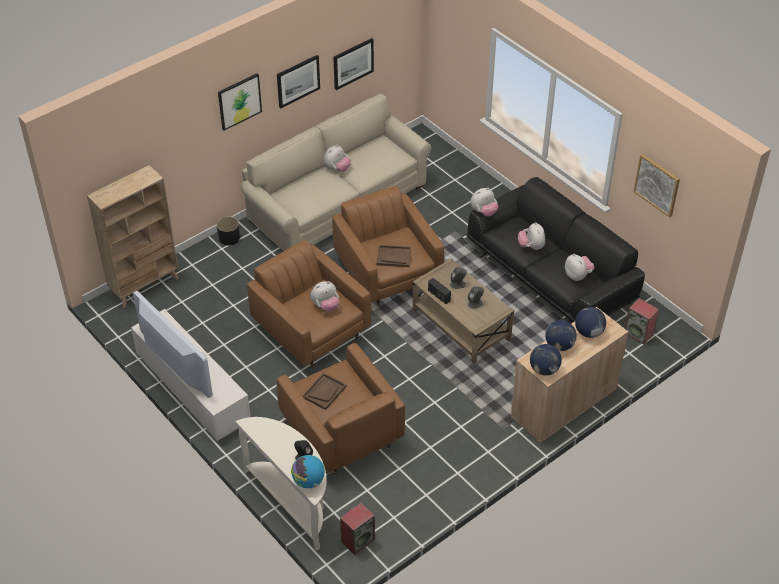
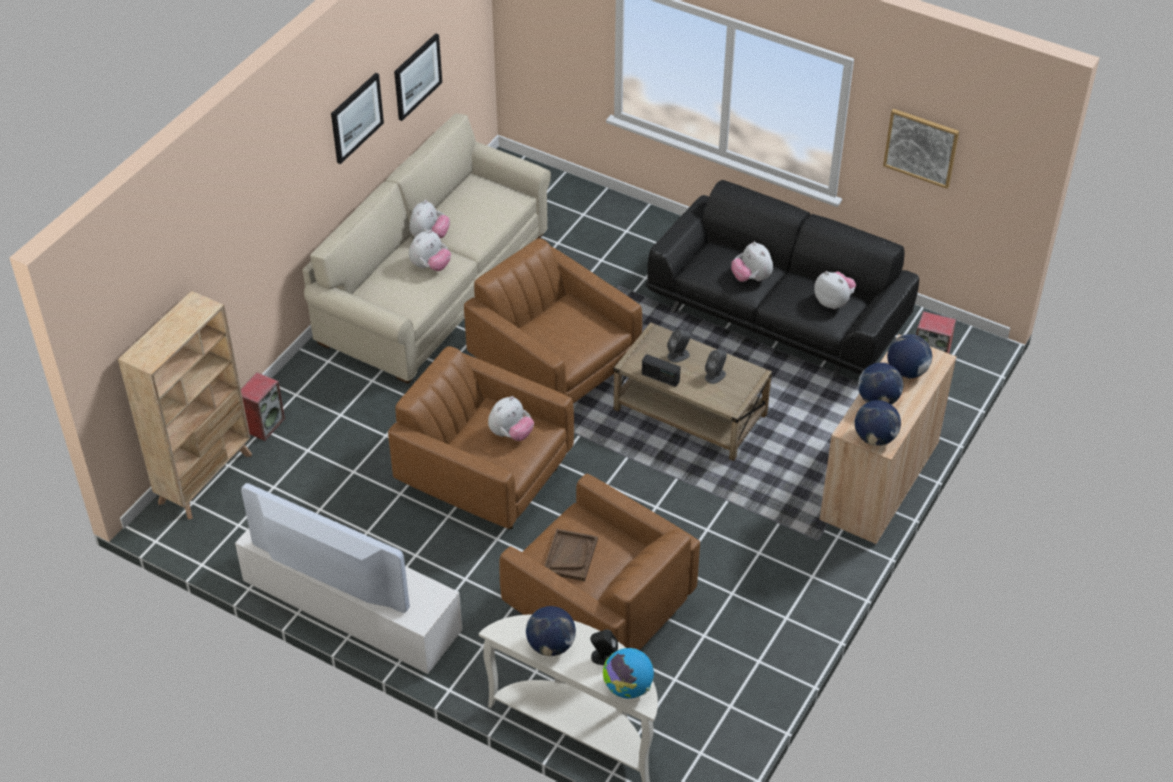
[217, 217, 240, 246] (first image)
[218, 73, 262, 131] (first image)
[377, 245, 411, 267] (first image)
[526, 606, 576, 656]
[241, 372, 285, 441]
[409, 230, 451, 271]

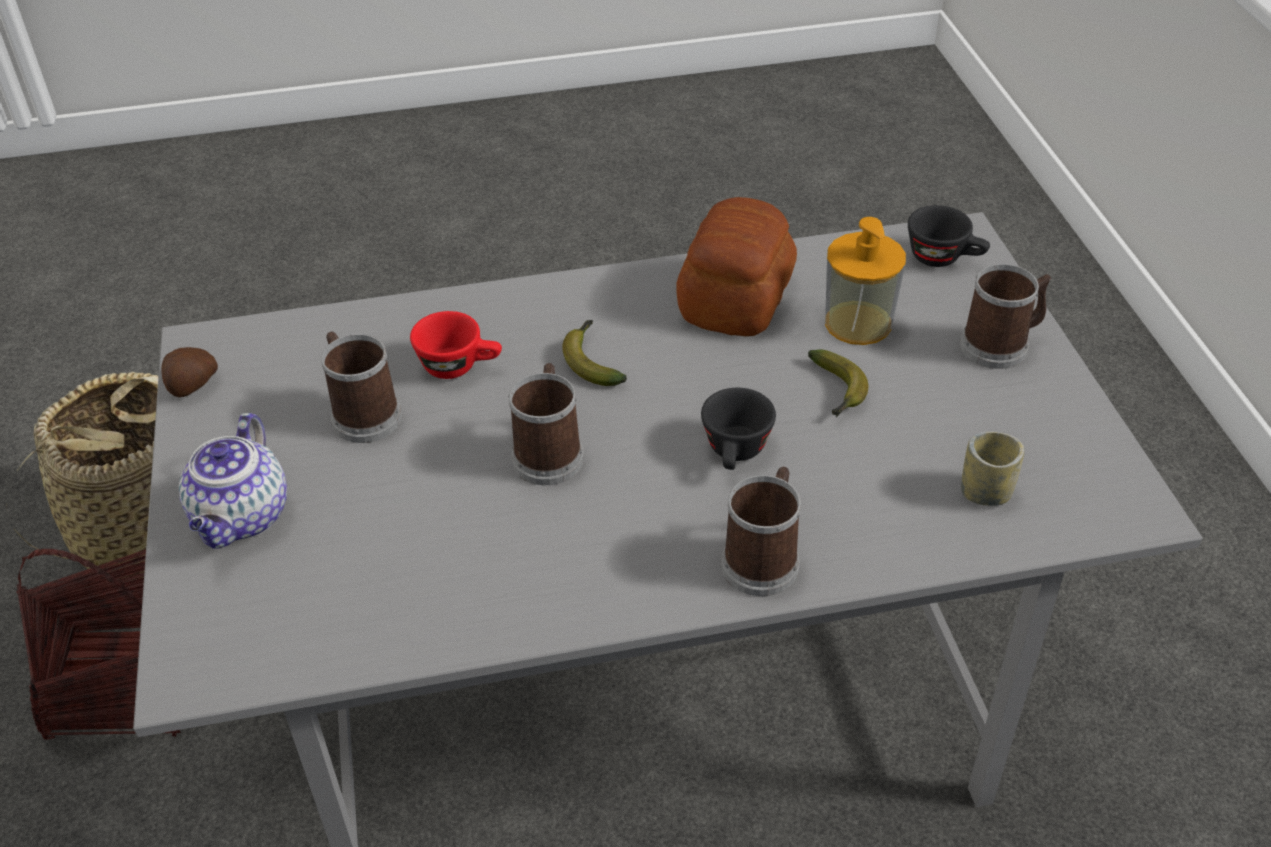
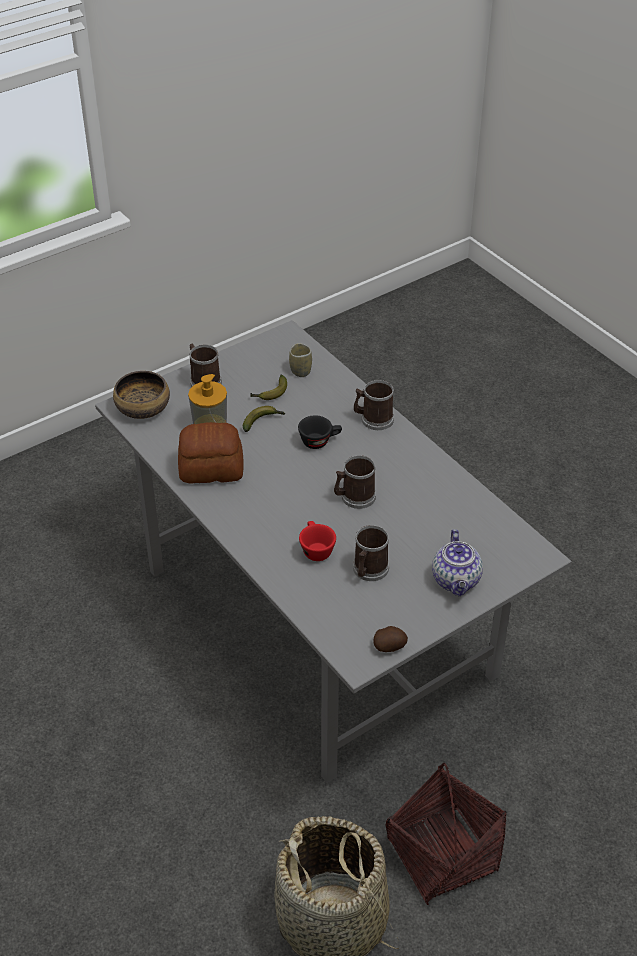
[250, 375, 287, 400]
[113, 371, 170, 419]
[432, 529, 483, 596]

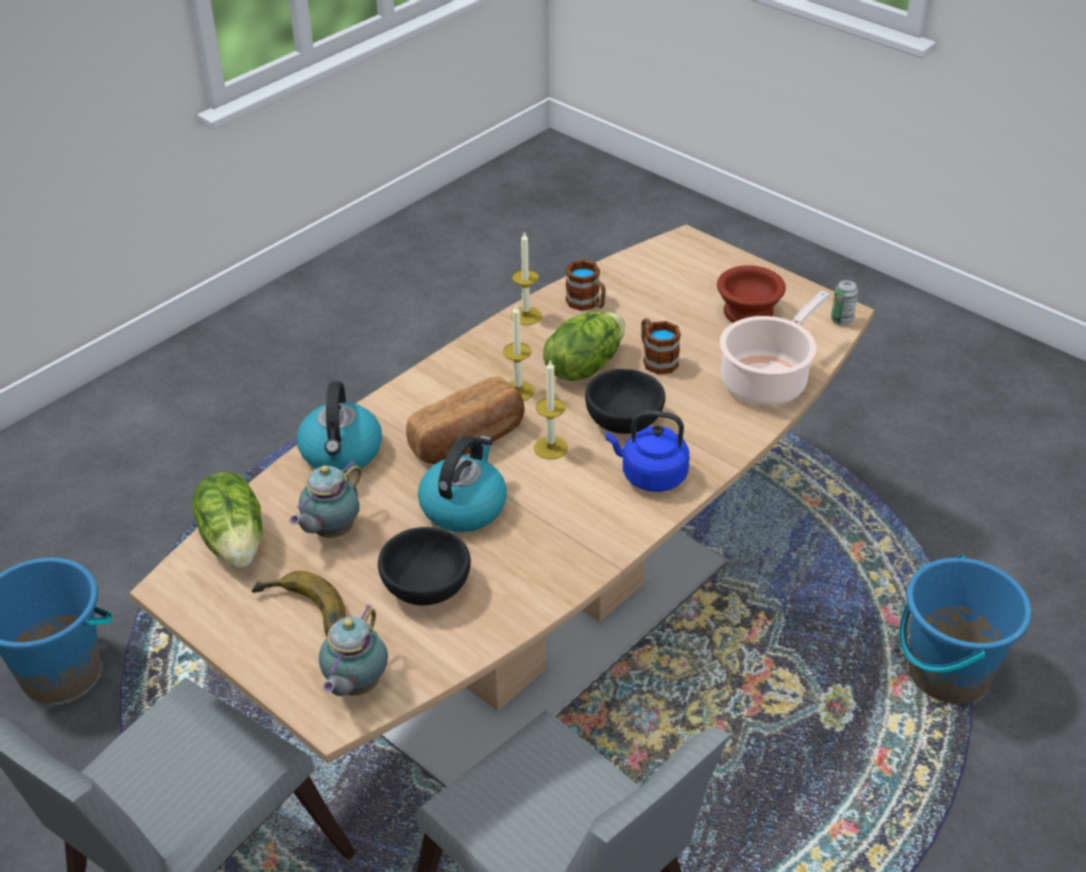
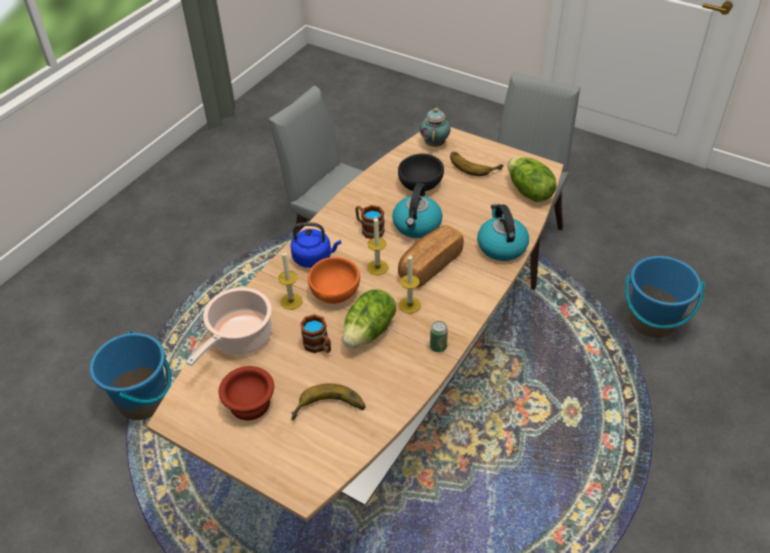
[289, 460, 362, 538] (first image)
[291, 383, 366, 421]
[278, 249, 302, 310]
[355, 205, 385, 239]
[430, 321, 448, 352]
[308, 257, 360, 304]

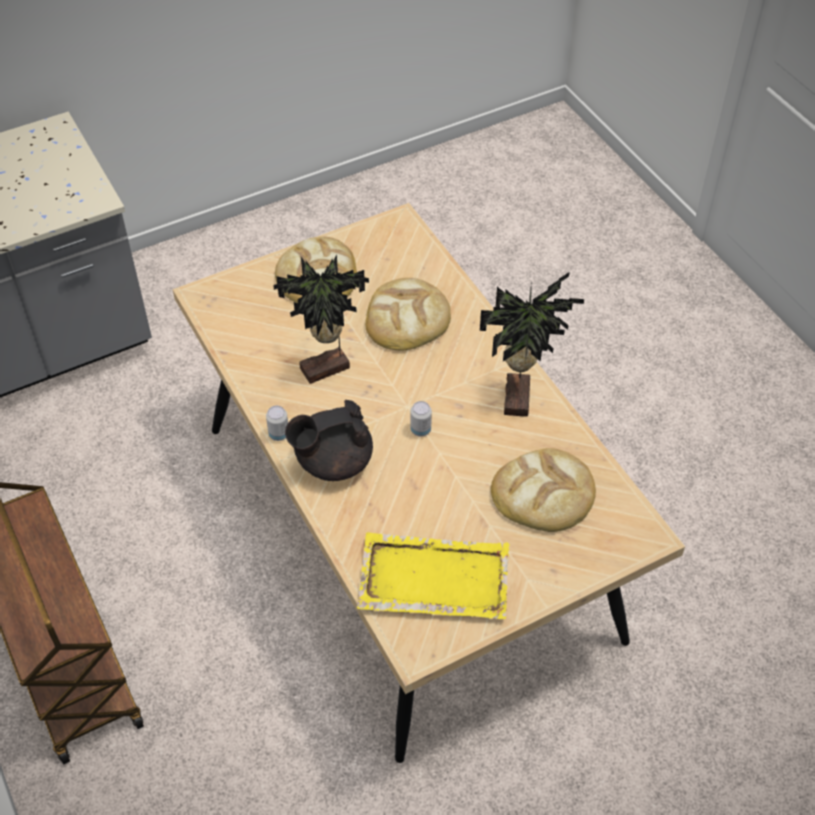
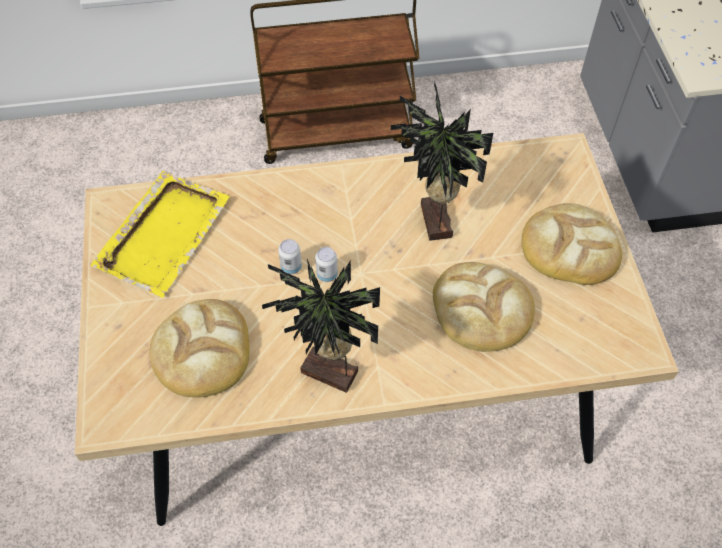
[285, 400, 373, 481] (first image)
[278, 239, 302, 275]

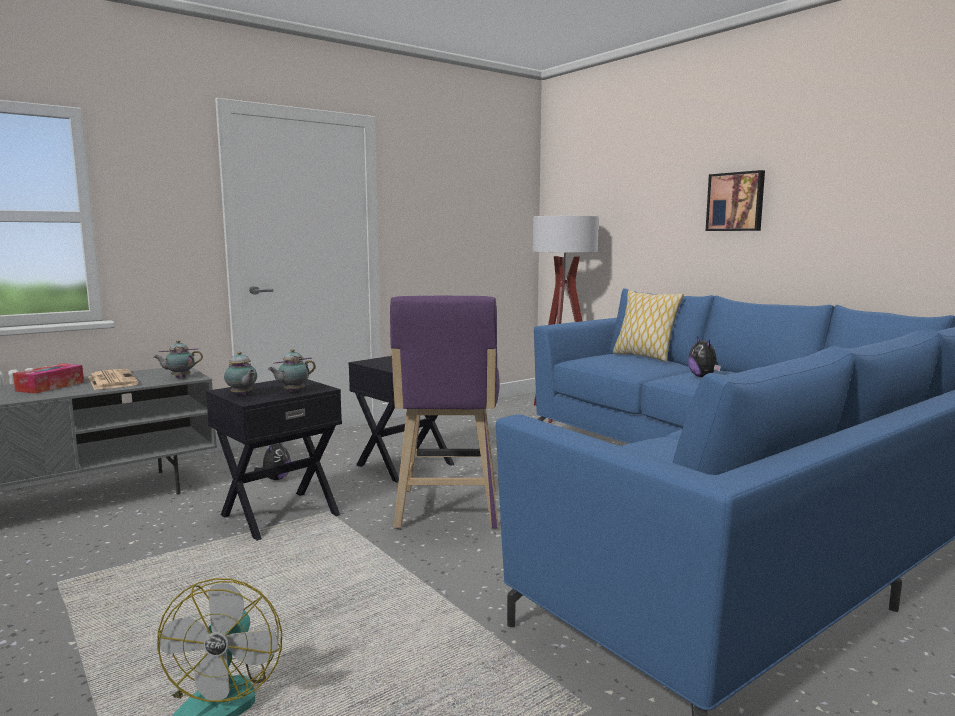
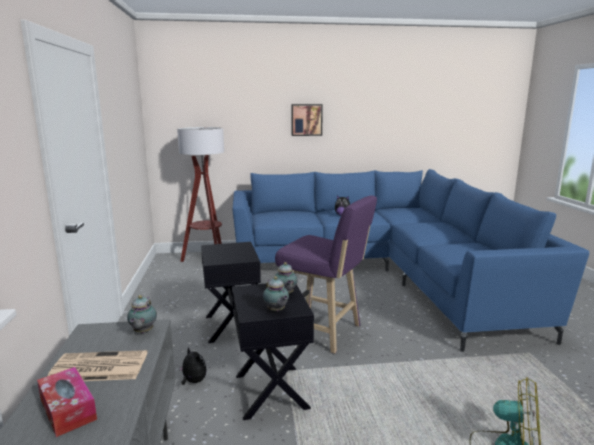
[613, 290, 684, 362] (first image)
[263, 276, 289, 312]

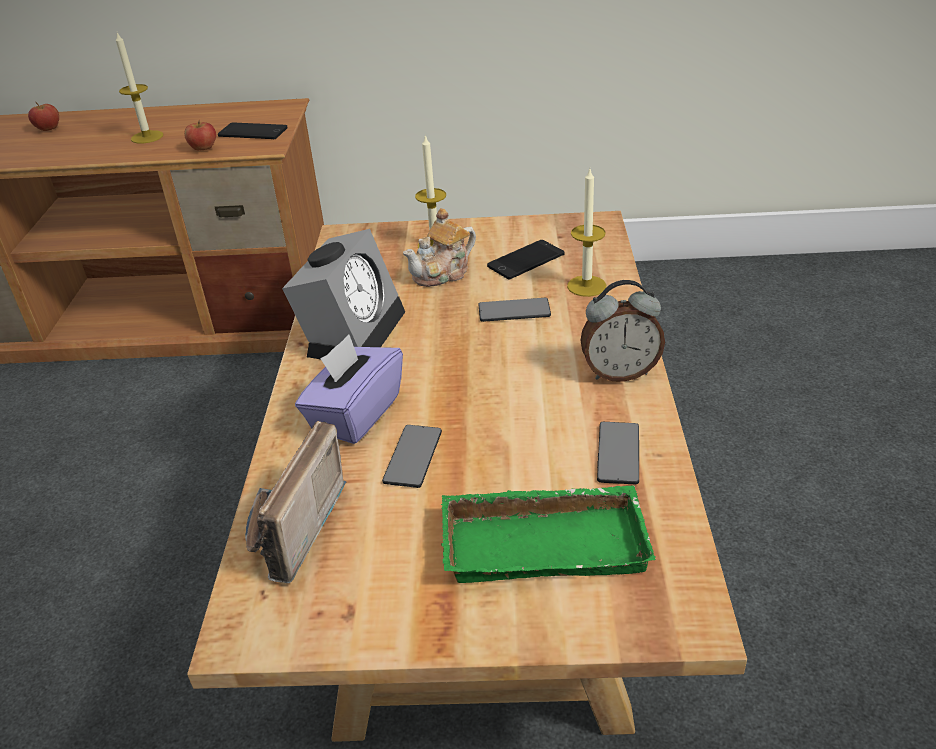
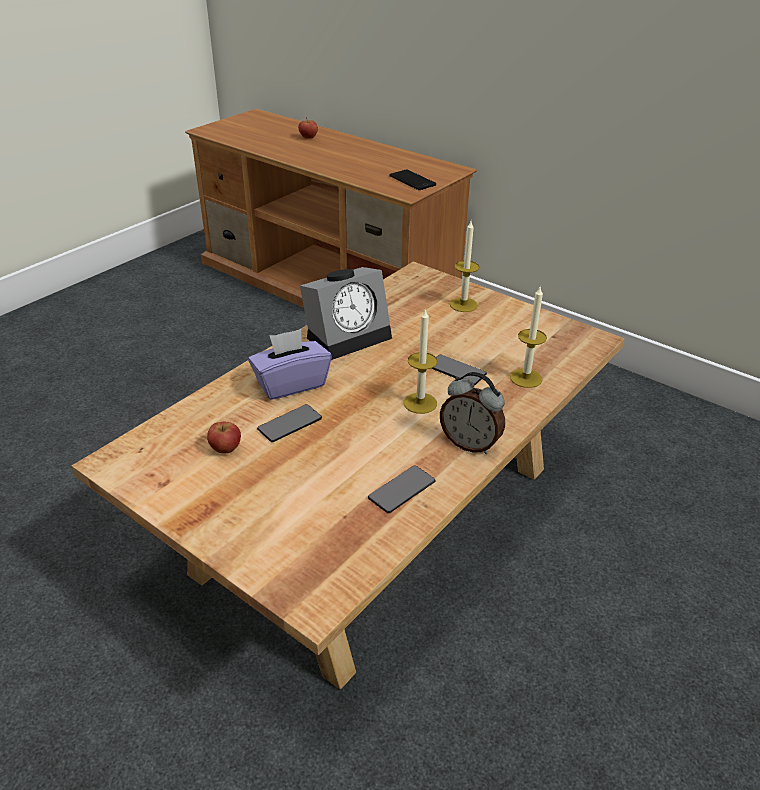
[245, 421, 346, 583] (first image)
[403, 208, 476, 287] (first image)
[441, 485, 656, 583] (first image)
[487, 240, 564, 280] (first image)
[404, 308, 437, 414]
[207, 421, 241, 454]

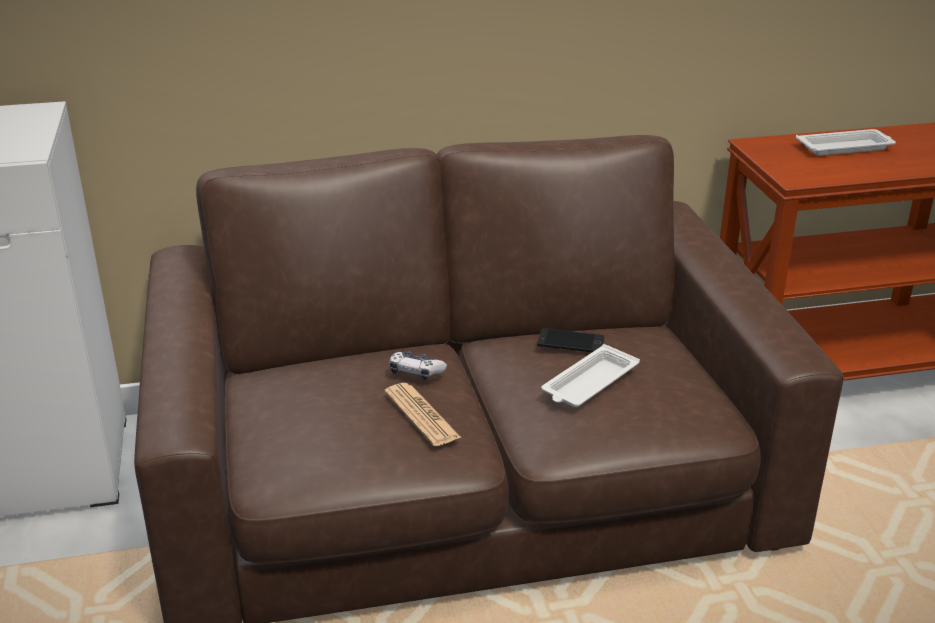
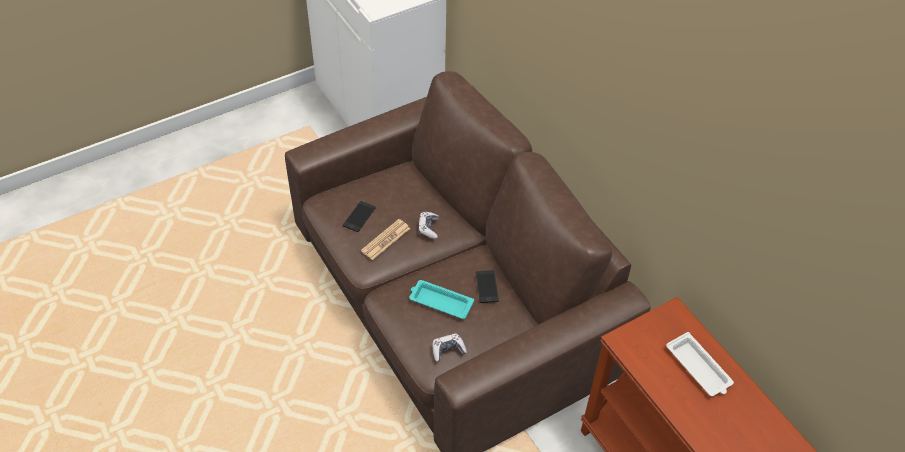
[343, 201, 376, 232]
[433, 333, 467, 362]
[409, 280, 474, 319]

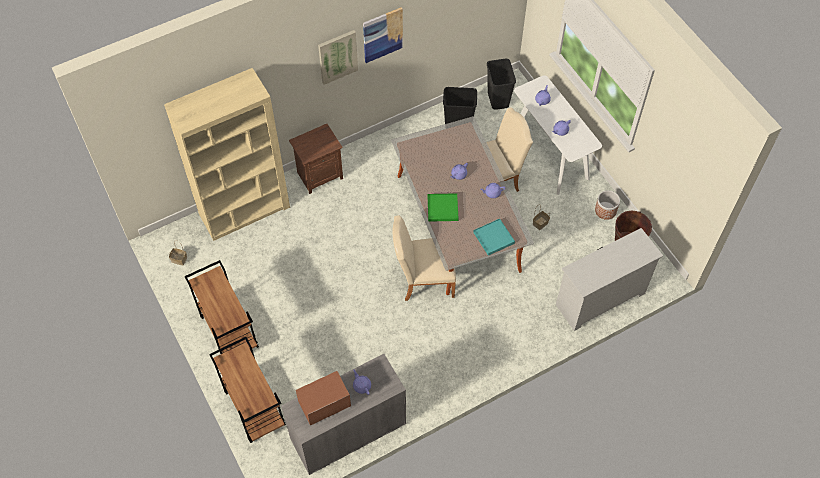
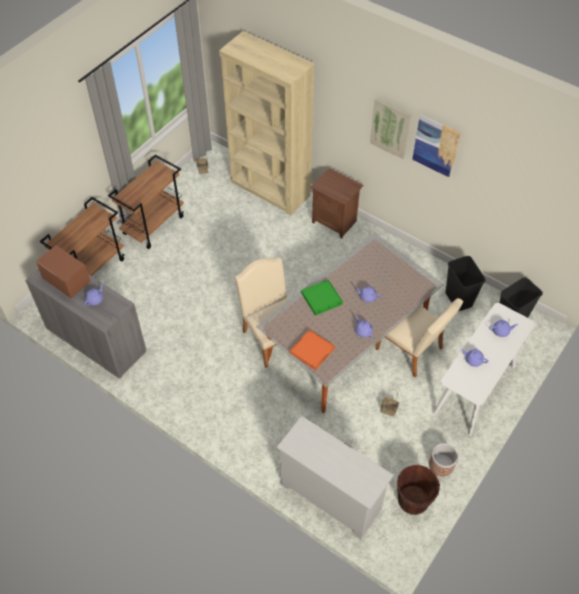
[290, 330, 335, 370]

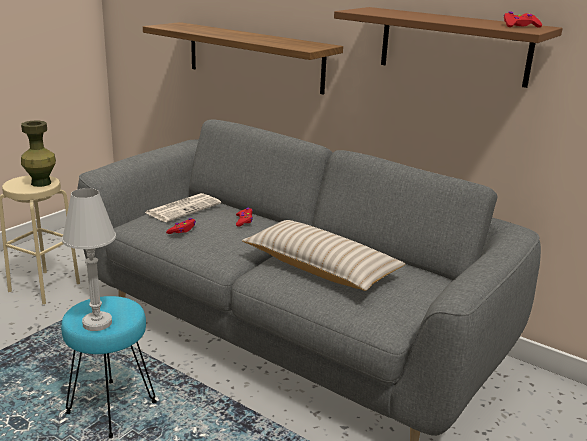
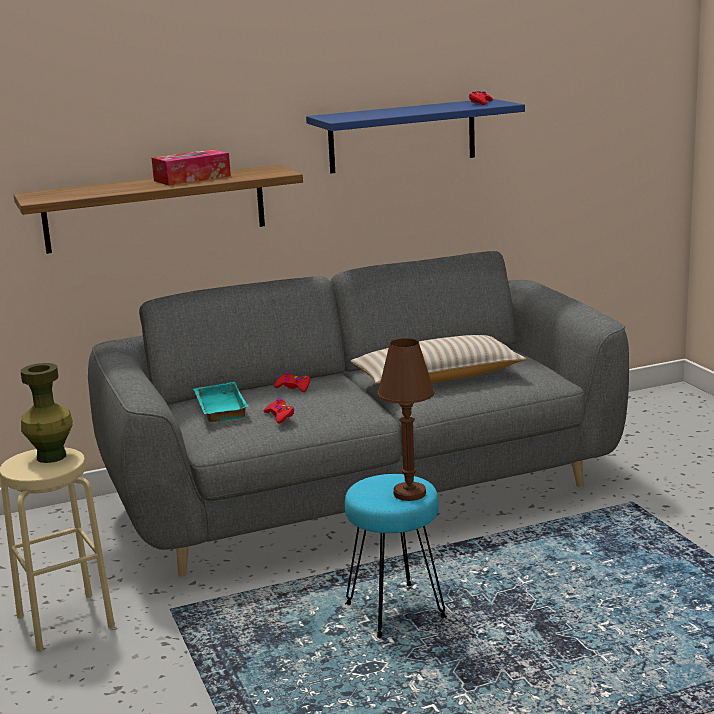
[152, 149, 231, 185]
[193, 382, 249, 422]
[378, 338, 435, 501]
[306, 99, 525, 174]

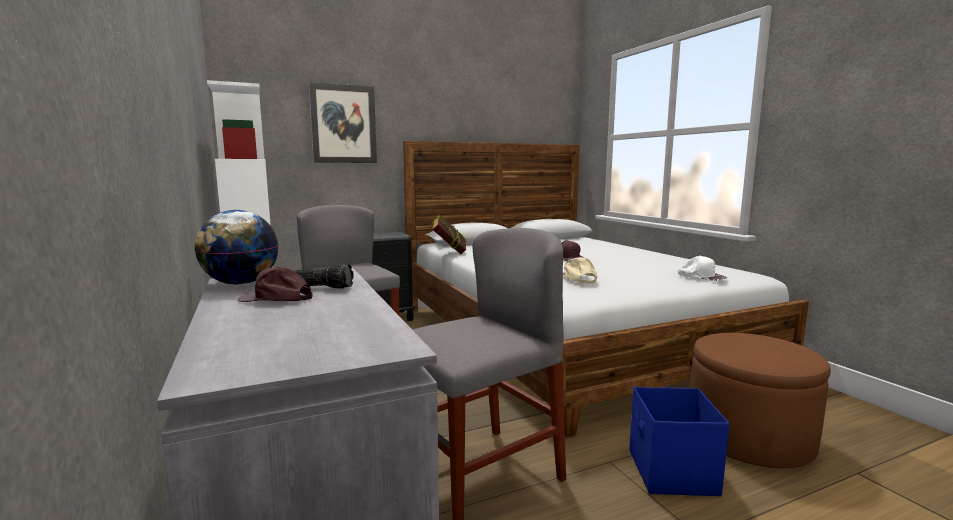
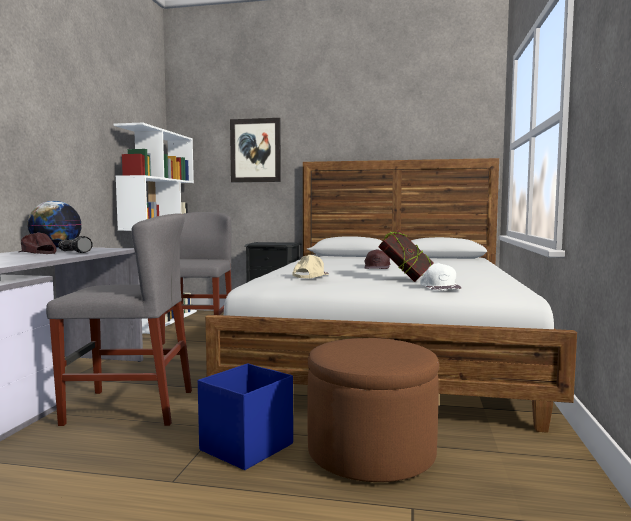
[378, 229, 434, 282]

